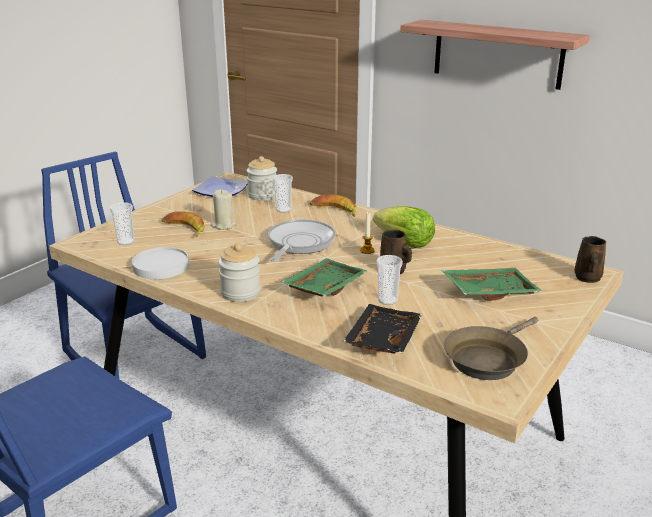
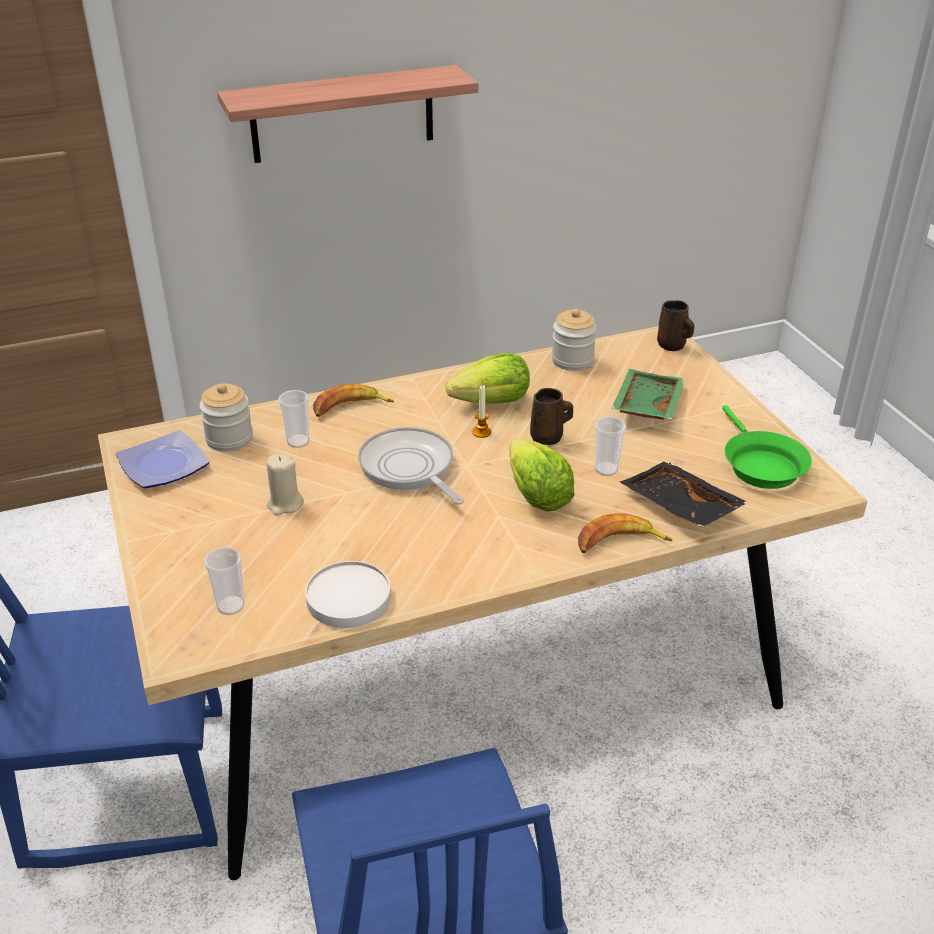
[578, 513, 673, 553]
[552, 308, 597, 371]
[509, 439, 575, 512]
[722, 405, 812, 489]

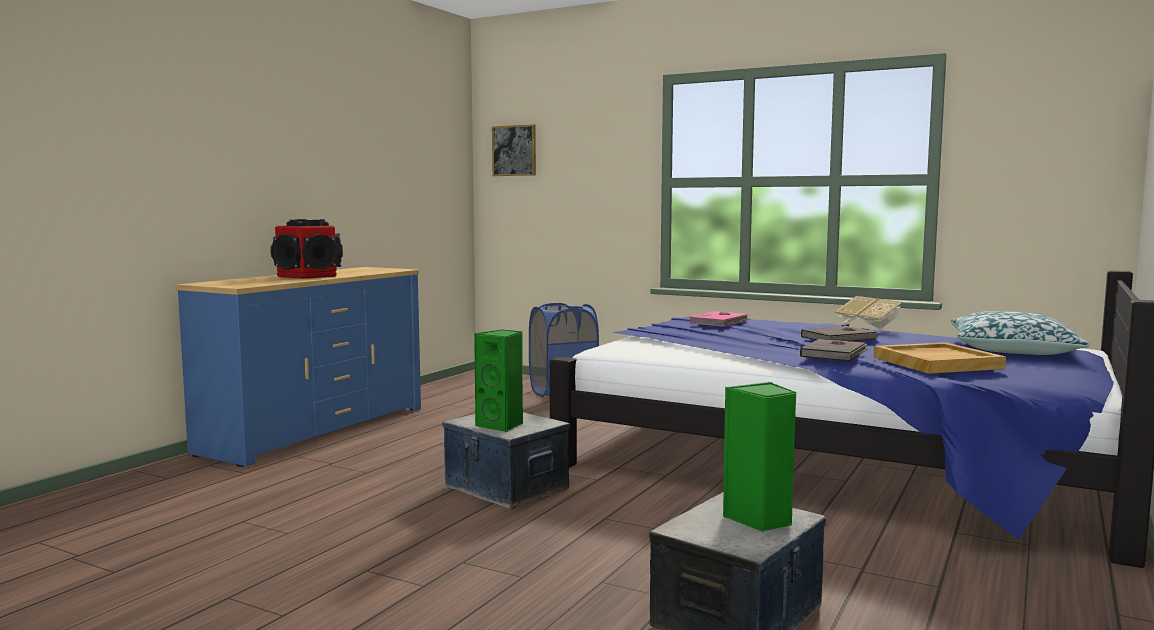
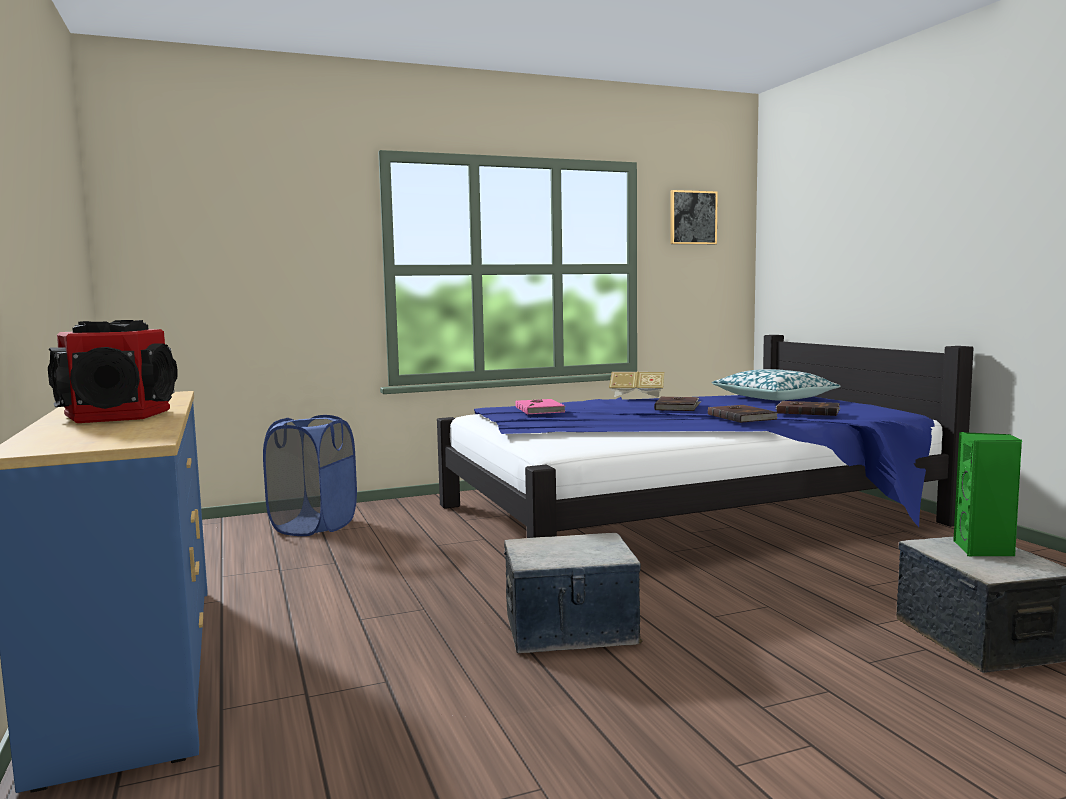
[474, 329, 523, 432] (first image)
[670, 190, 718, 244]
[776, 401, 840, 416]

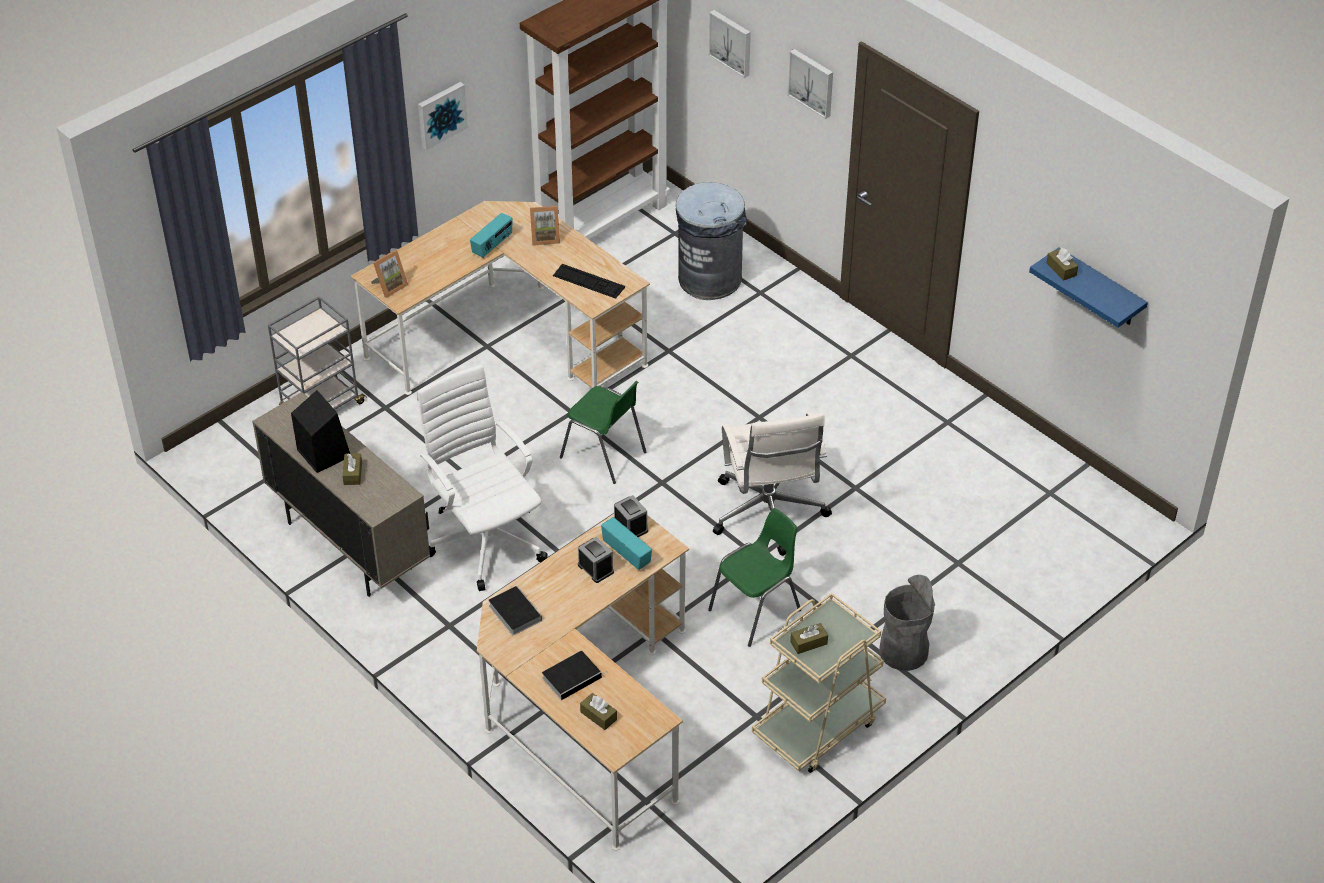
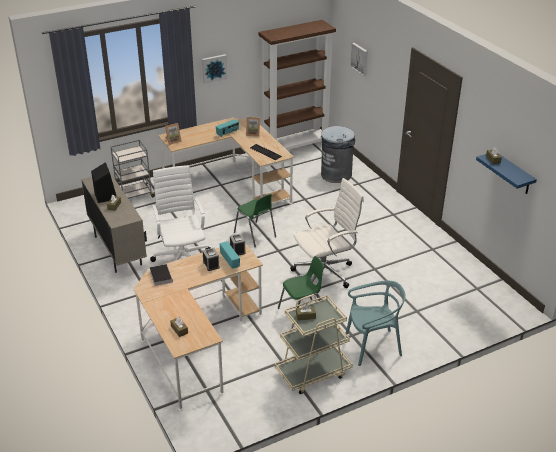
[542, 651, 607, 700] (first image)
[788, 49, 833, 119] (first image)
[346, 281, 406, 366]
[290, 178, 364, 288]

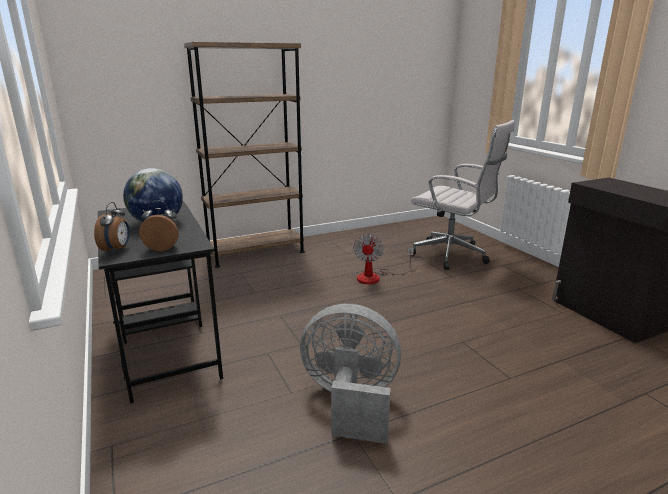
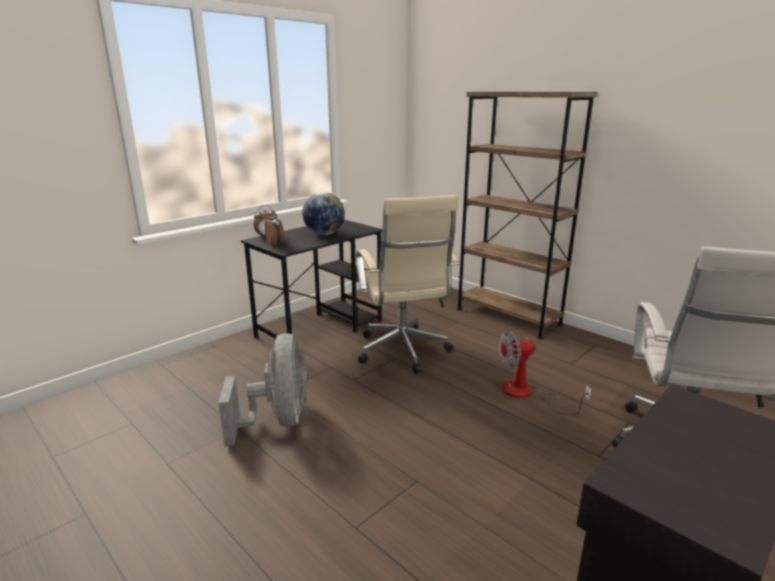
[356, 195, 459, 374]

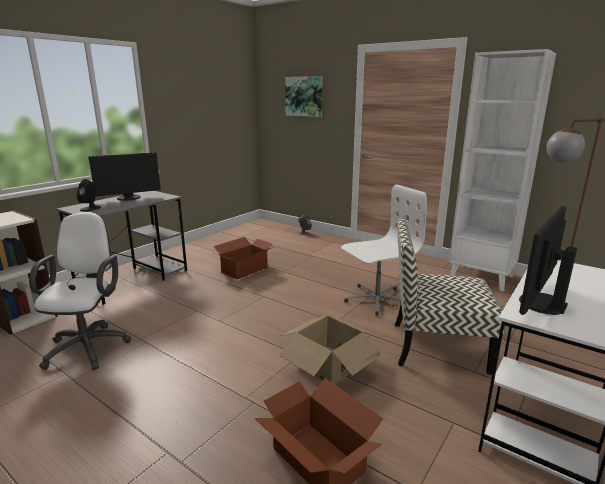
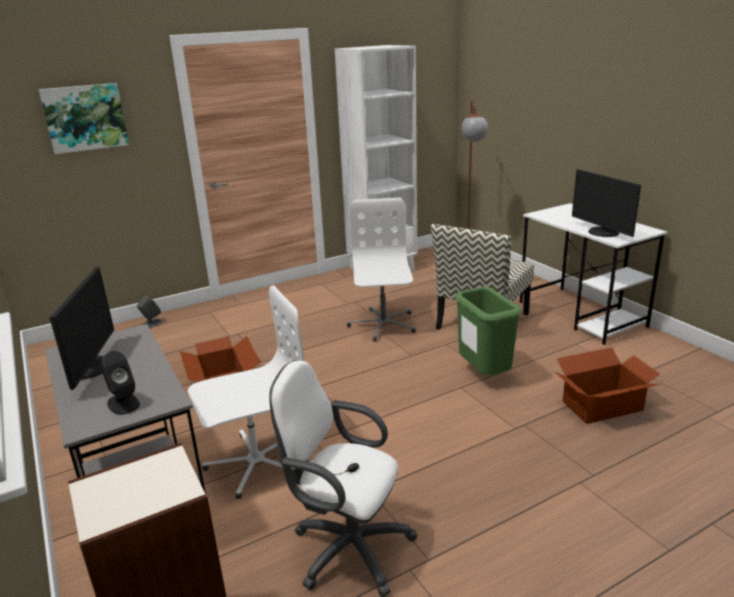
[188, 285, 305, 499]
[455, 287, 522, 375]

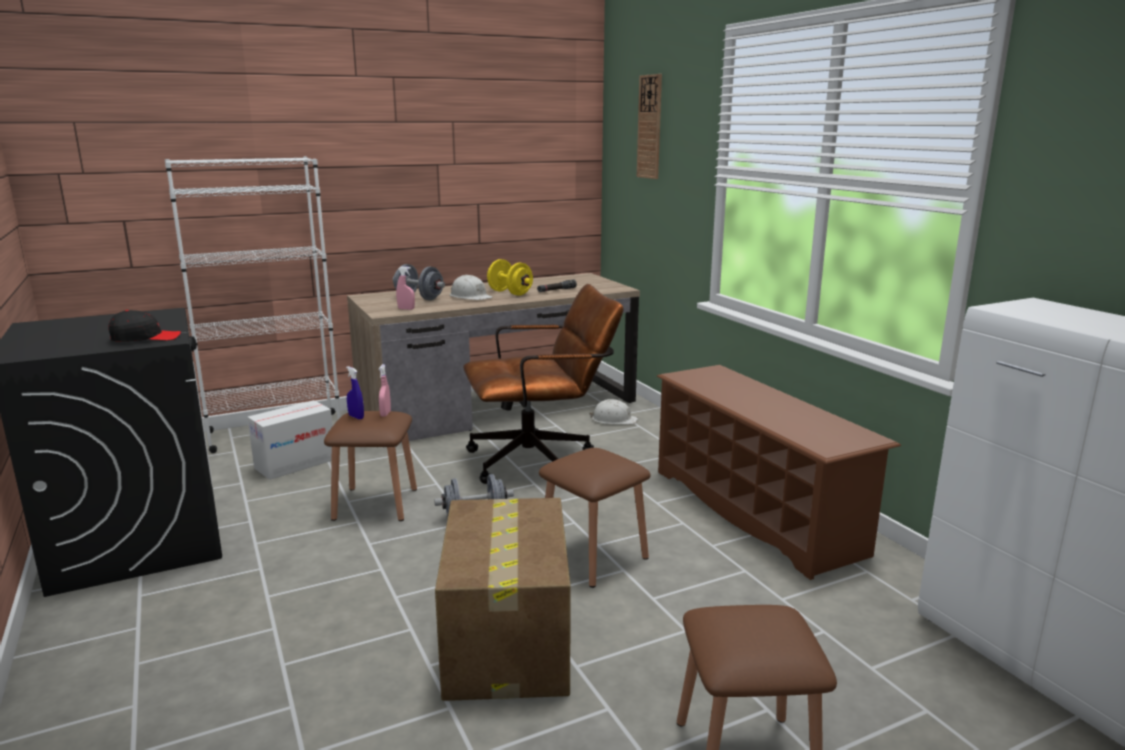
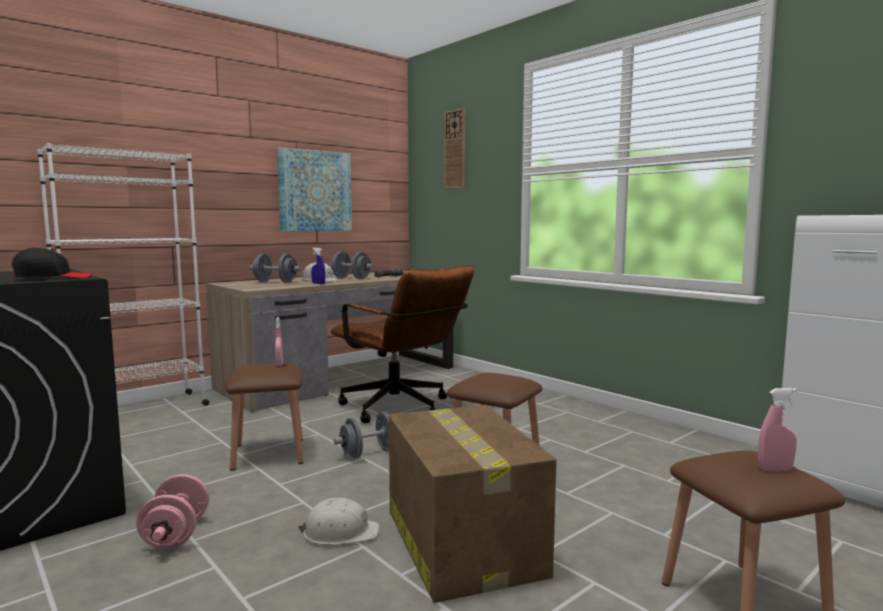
[247, 400, 333, 480] (first image)
[657, 365, 901, 580] (first image)
[136, 474, 209, 549]
[277, 147, 352, 231]
[311, 247, 325, 284]
[758, 388, 797, 471]
[298, 498, 380, 545]
[330, 251, 373, 279]
[330, 265, 475, 423]

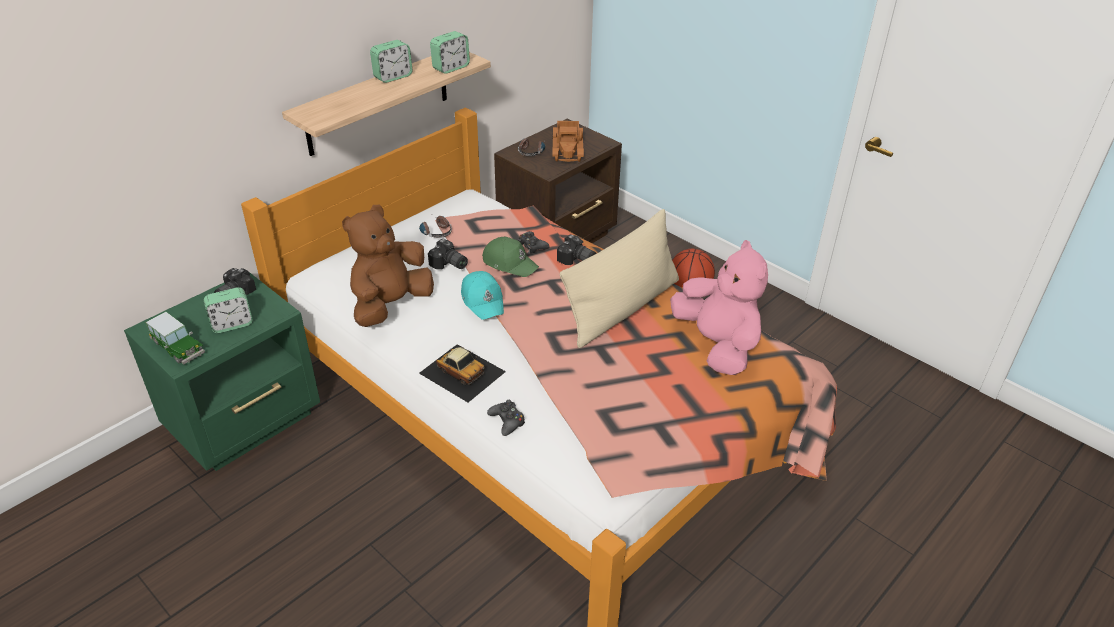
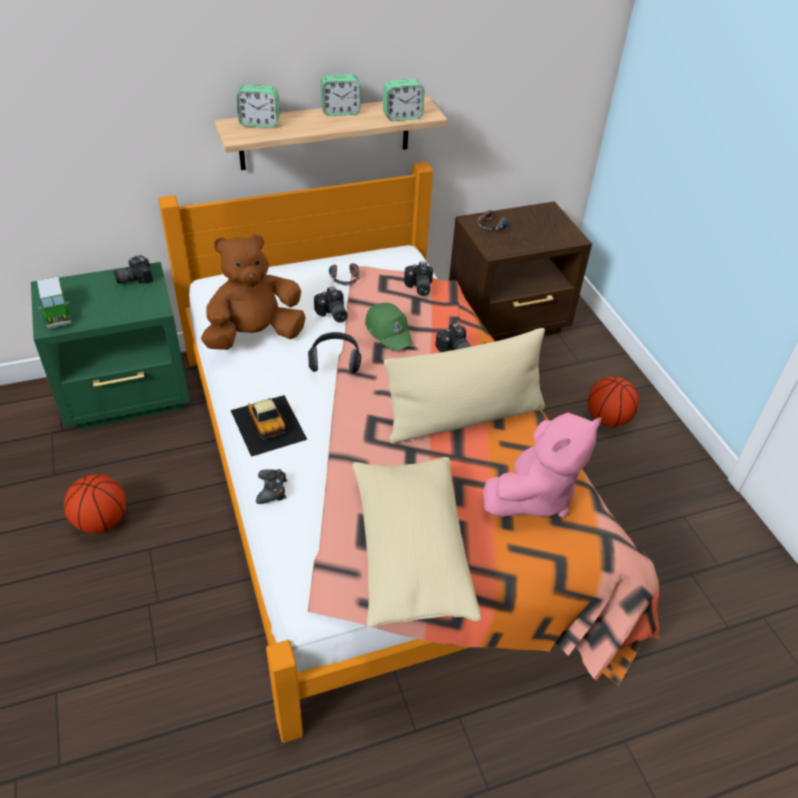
[518, 231, 550, 254] (first image)
[552, 121, 584, 162] (first image)
[64, 474, 126, 533]
[353, 457, 481, 628]
[404, 262, 433, 296]
[236, 85, 280, 128]
[308, 332, 361, 374]
[483, 413, 601, 517]

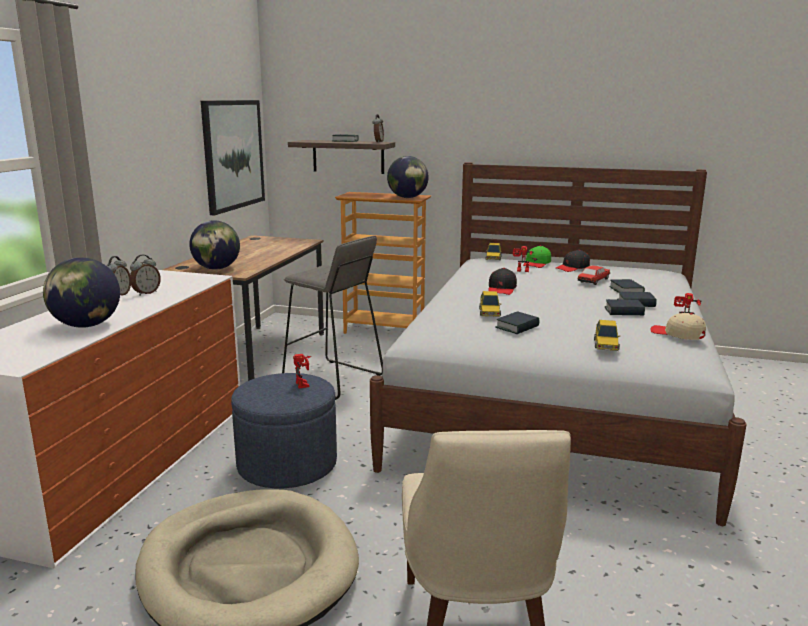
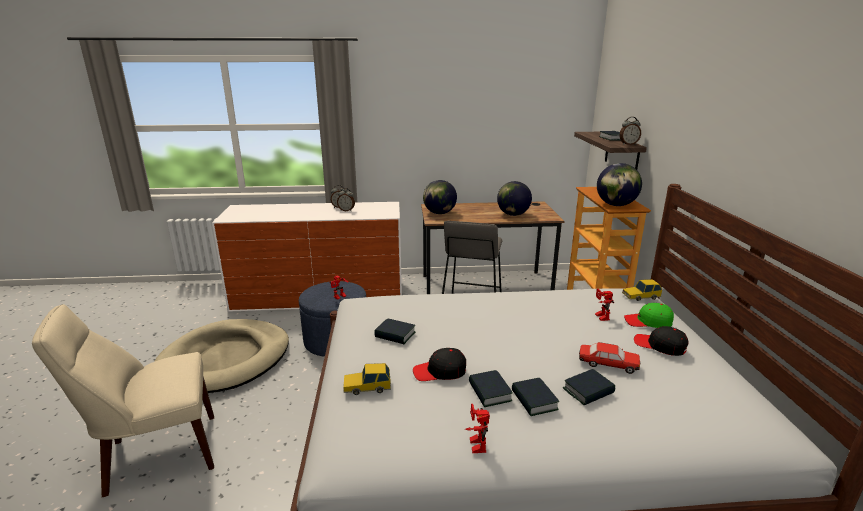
[201, 100, 265, 216] (first image)
[479, 291, 501, 317] (first image)
[650, 313, 706, 340] (first image)
[497, 181, 532, 216]
[413, 348, 466, 381]

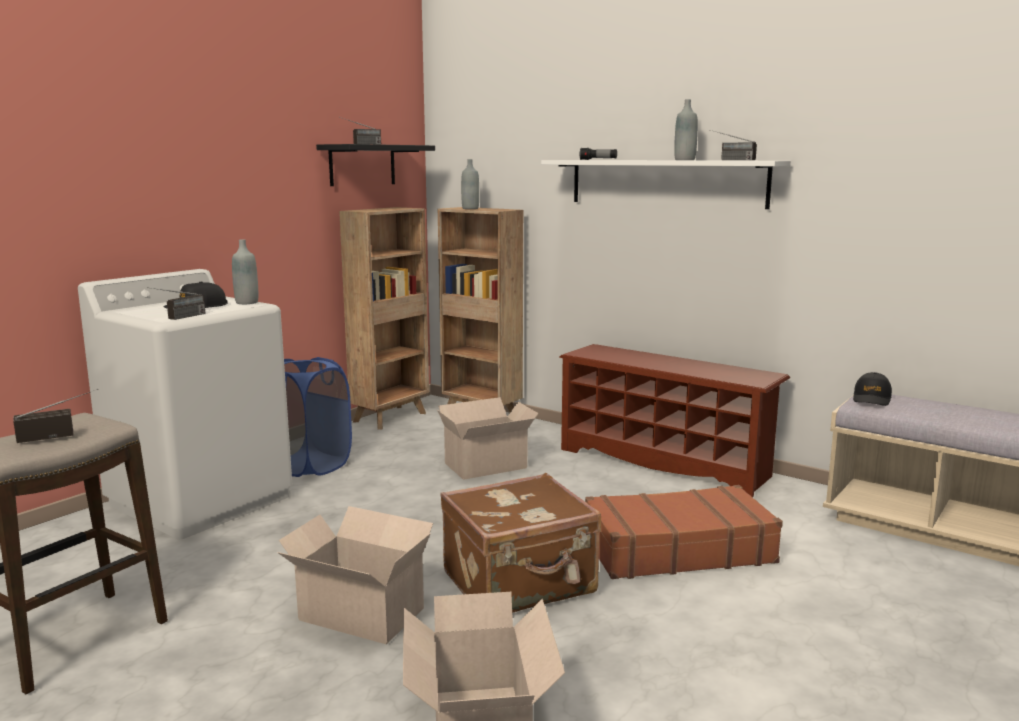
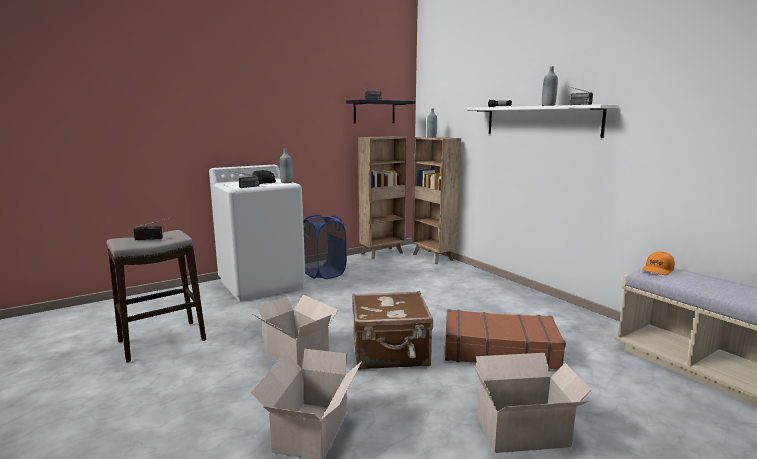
[559, 344, 790, 497] (first image)
[474, 353, 591, 453]
[642, 251, 675, 275]

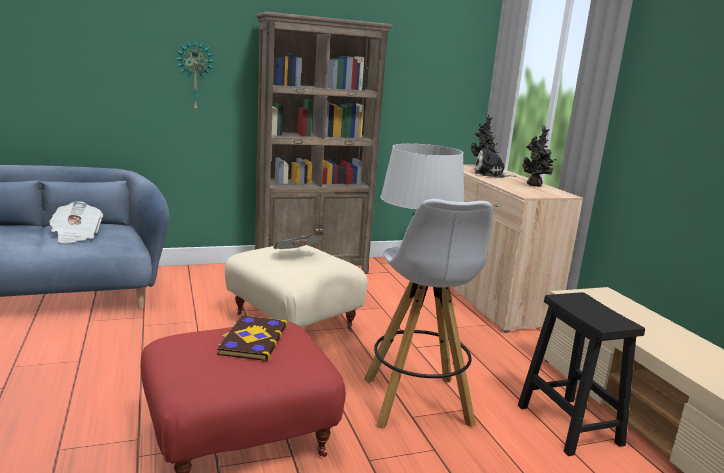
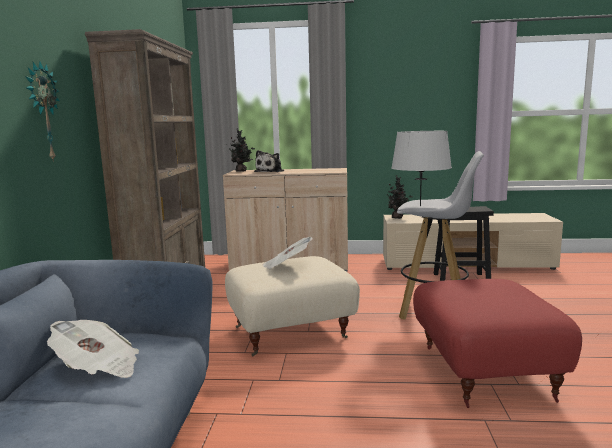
[217, 315, 287, 361] (first image)
[384, 175, 413, 219]

